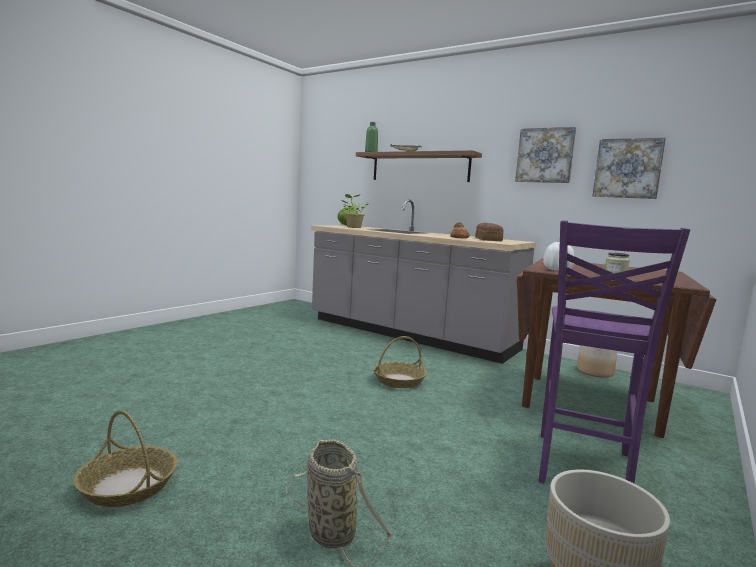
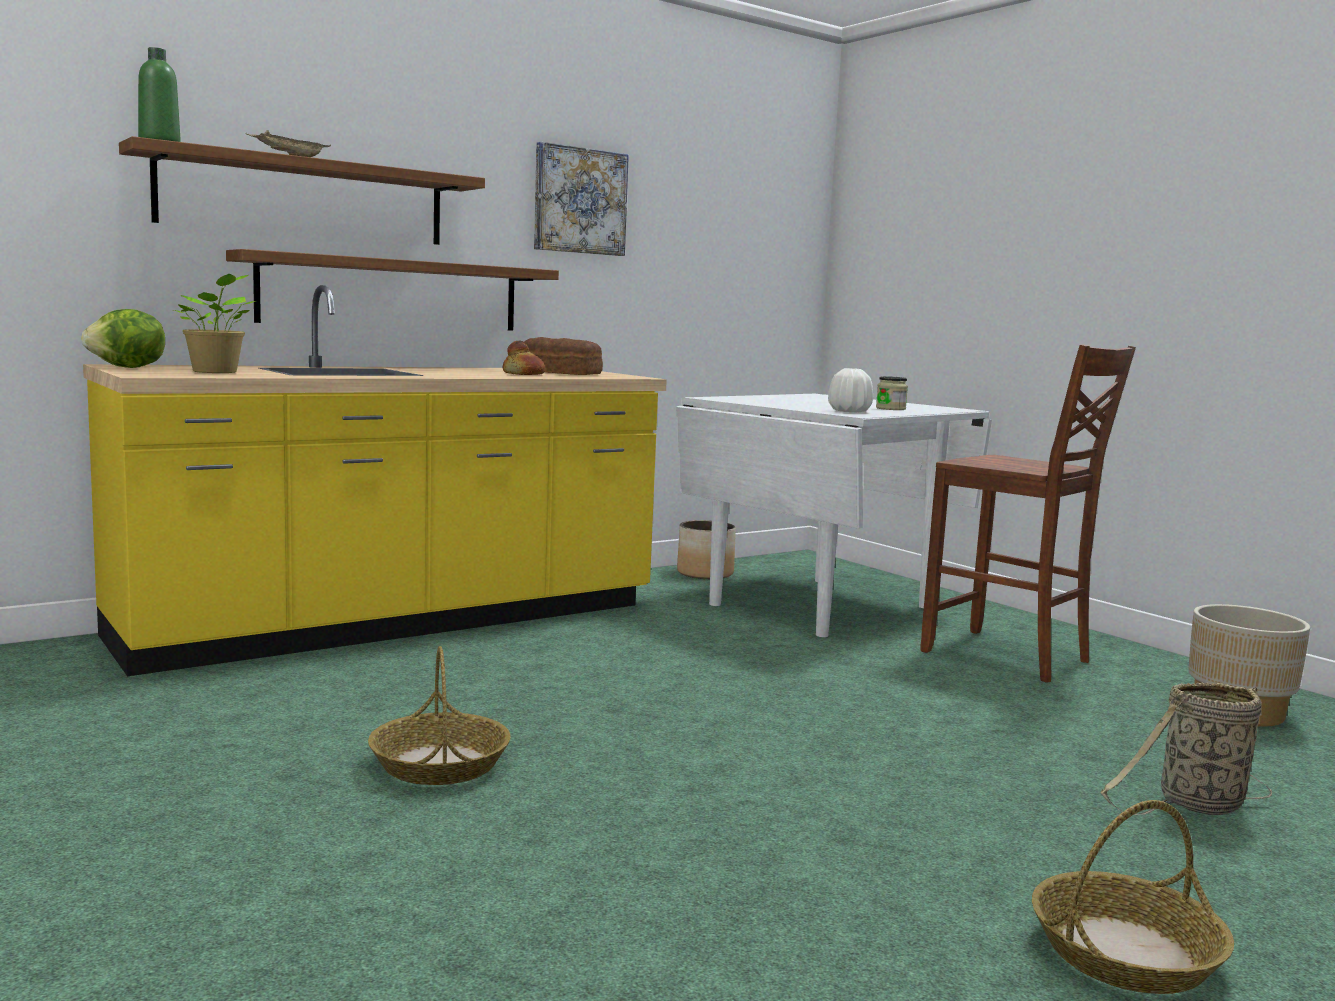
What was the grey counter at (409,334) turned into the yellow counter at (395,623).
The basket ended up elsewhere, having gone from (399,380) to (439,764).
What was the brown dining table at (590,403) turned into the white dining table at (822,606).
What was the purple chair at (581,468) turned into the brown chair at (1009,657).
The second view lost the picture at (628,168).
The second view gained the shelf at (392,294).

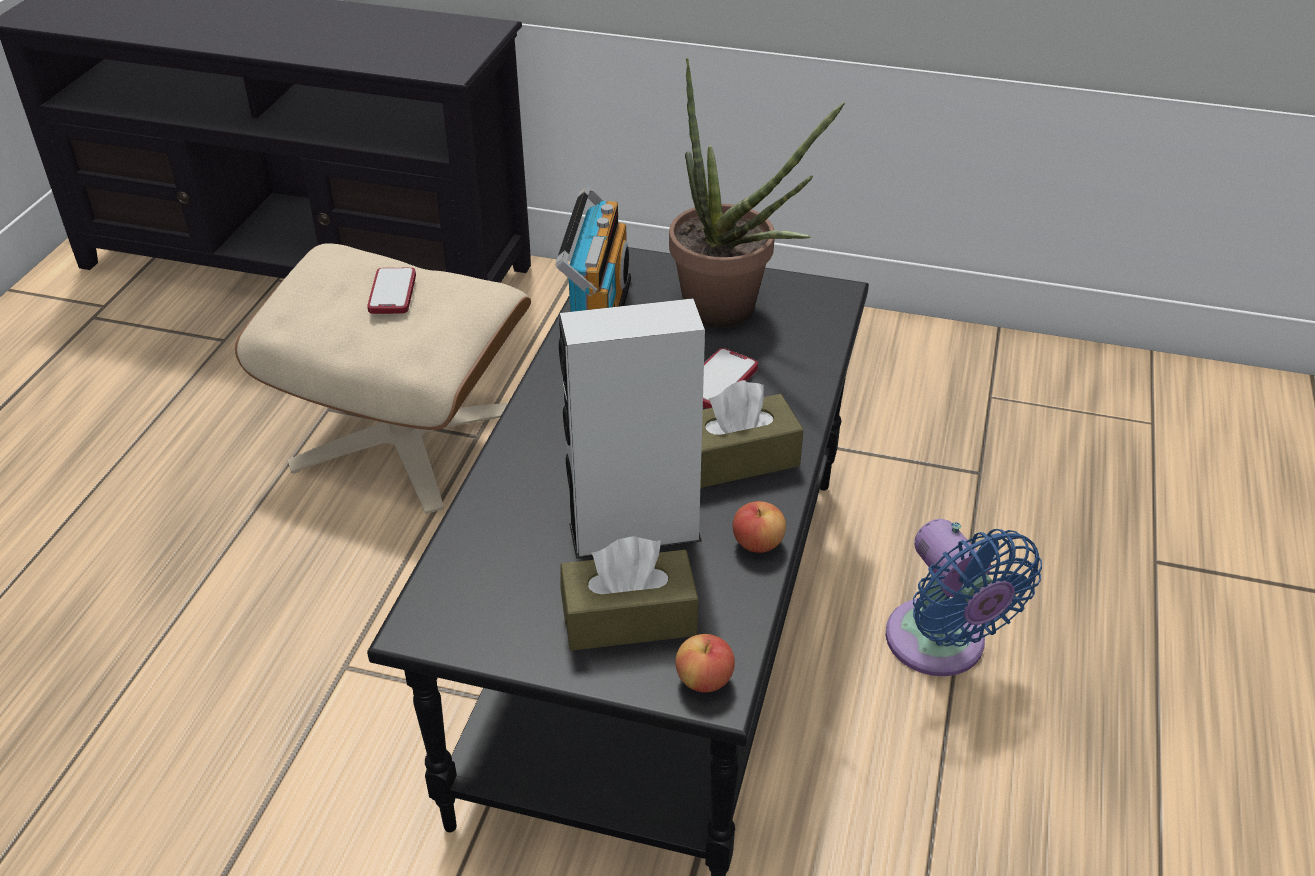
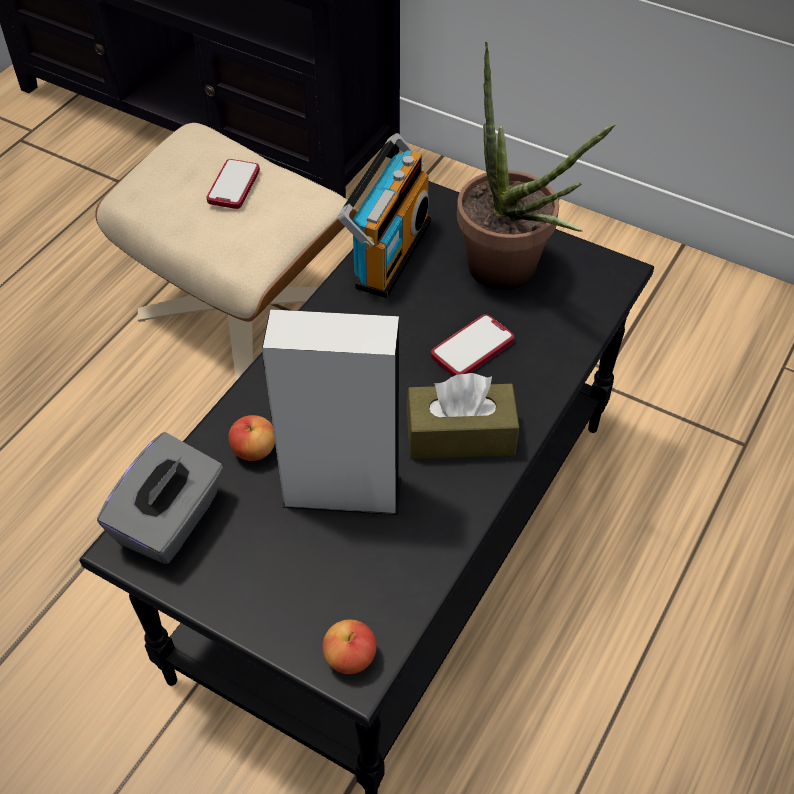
The second view lost the brown tissue box at (629,618).
The apple ended up elsewhere, having gone from (758,543) to (254,450).
The second view lost the blue fan at (941,646).
The second view gained the grey tissue box at (170,521).

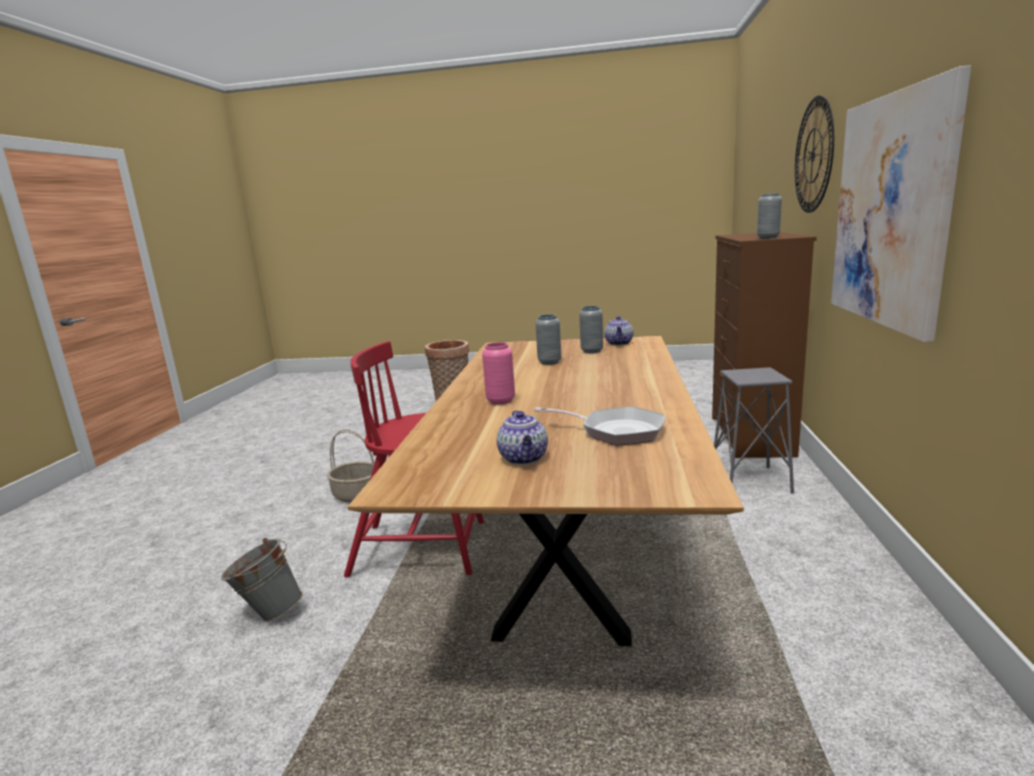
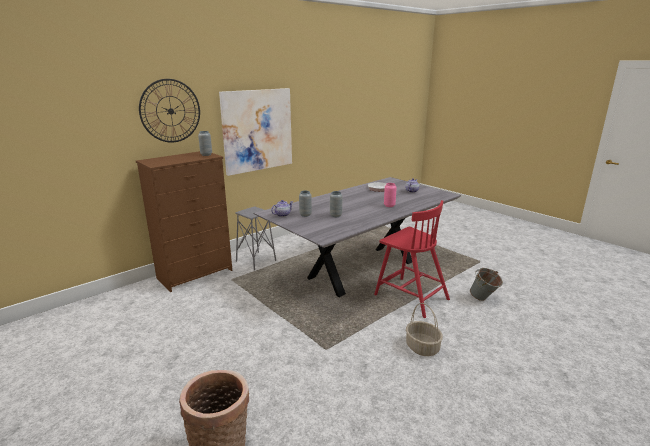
What was the brown dining table at (568,554) turned into the grey dining table at (361,270).

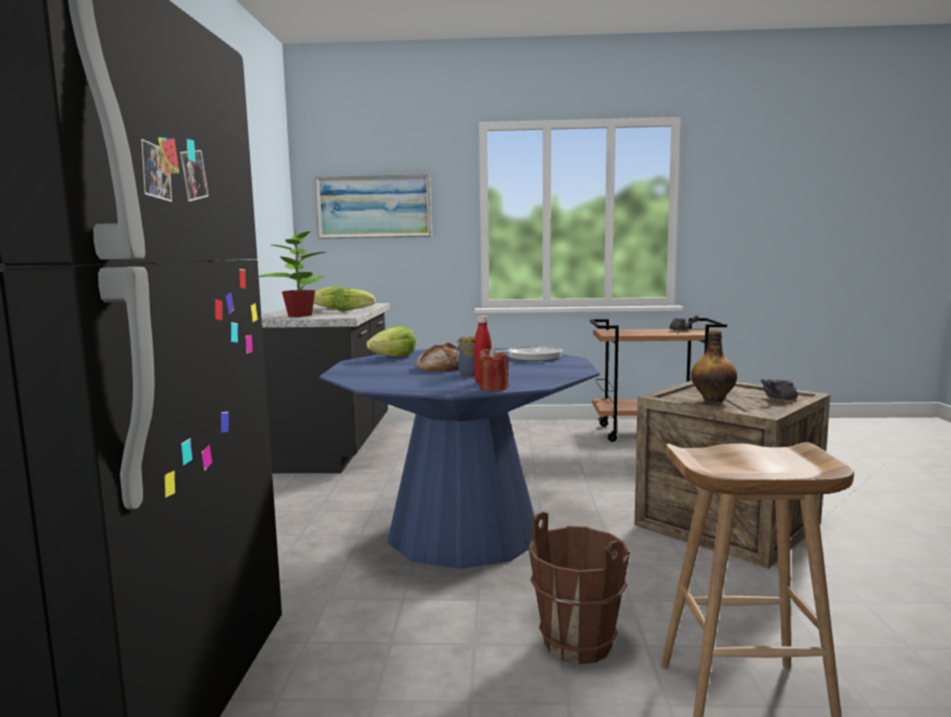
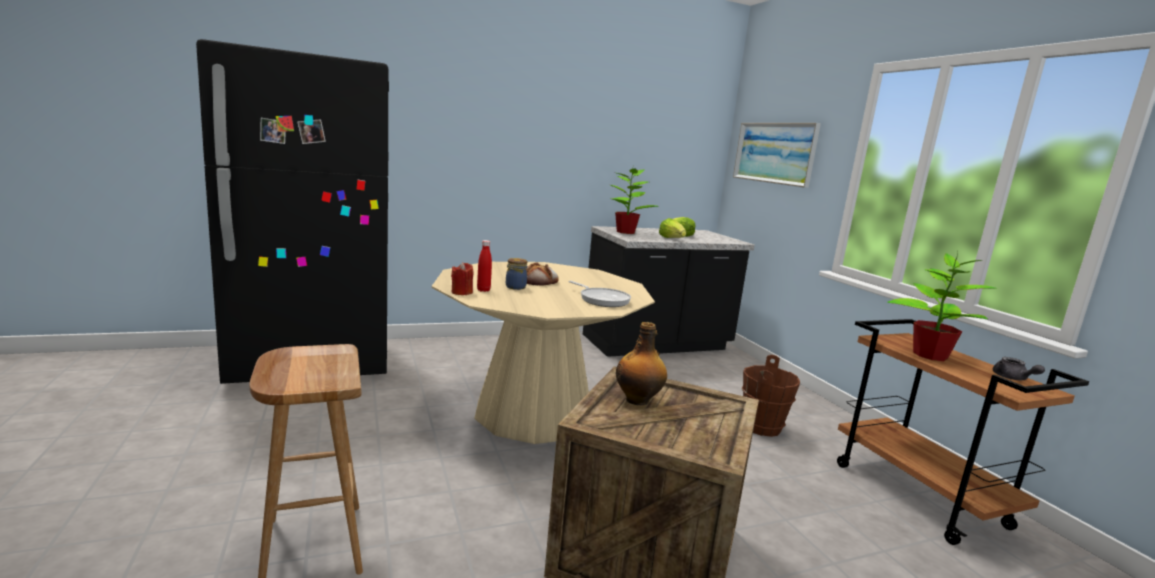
What was the blue dining table at (463,531) turned into the beige dining table at (534,412).
The second view lost the lettuce at (394,357).
The brown bucket ended up elsewhere, having gone from (578,643) to (762,427).
The second view lost the grey teapot at (778,399).
The second view gained the potted plant at (929,355).

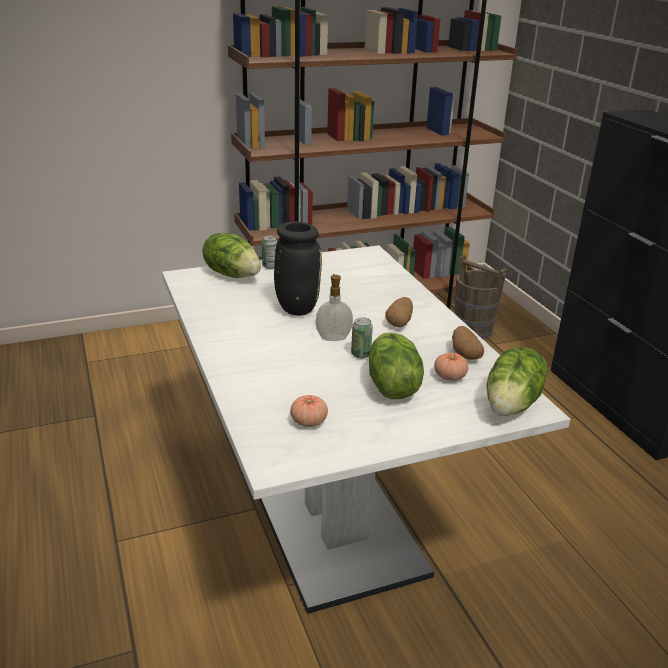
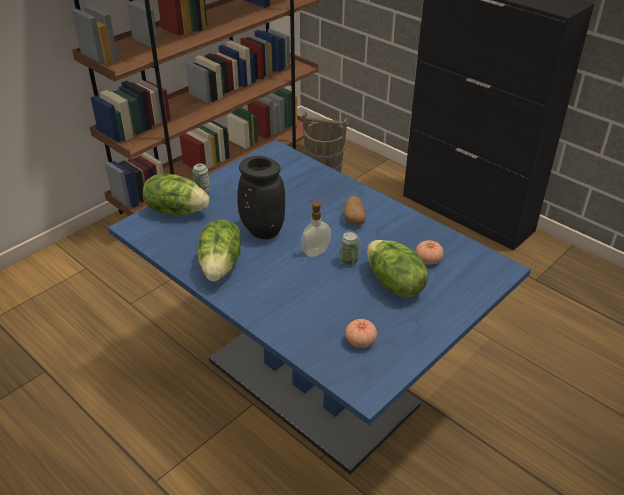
What was the white dining table at (328,511) turned into the blue dining table at (311,383).
The second view lost the potato at (464,354).
The lettuce ended up elsewhere, having gone from (512,404) to (221,265).

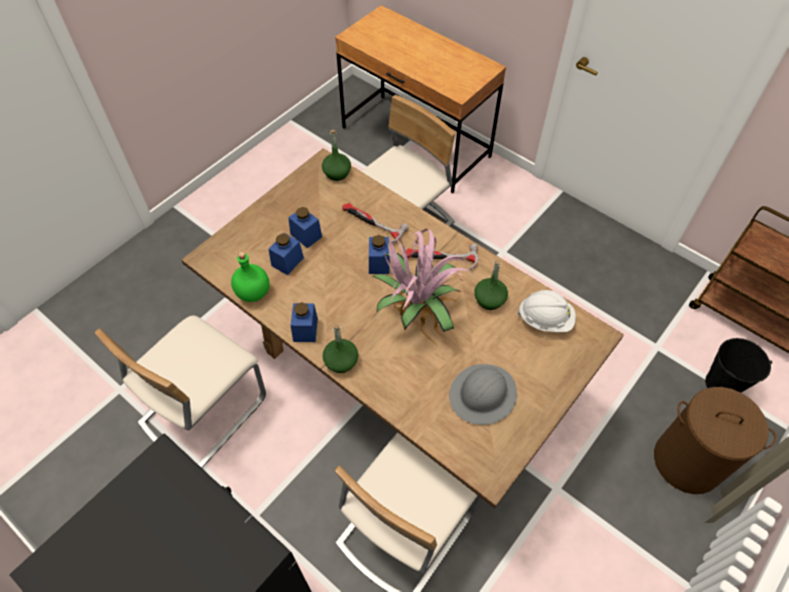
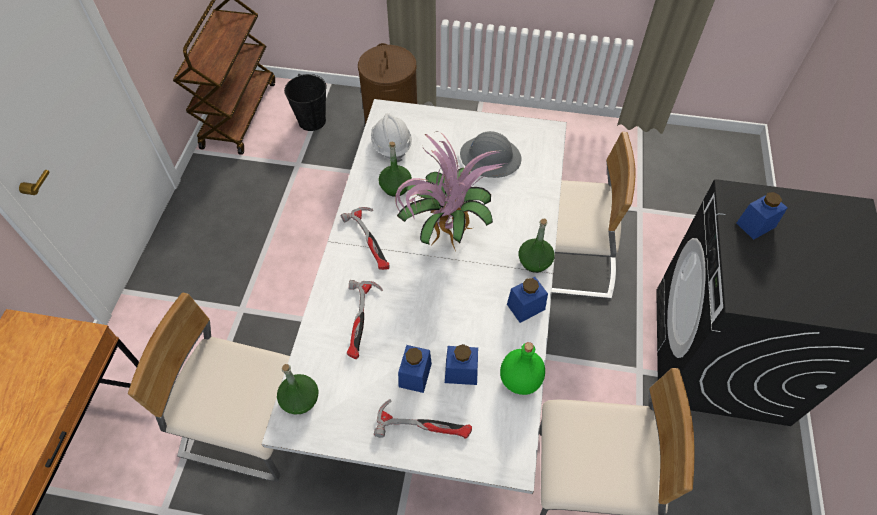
What was the brown dining table at (392,370) turned into the white dining table at (438,338).
The blue jar ended up elsewhere, having gone from (379,263) to (755,225).
The second view gained the hammer at (424,424).

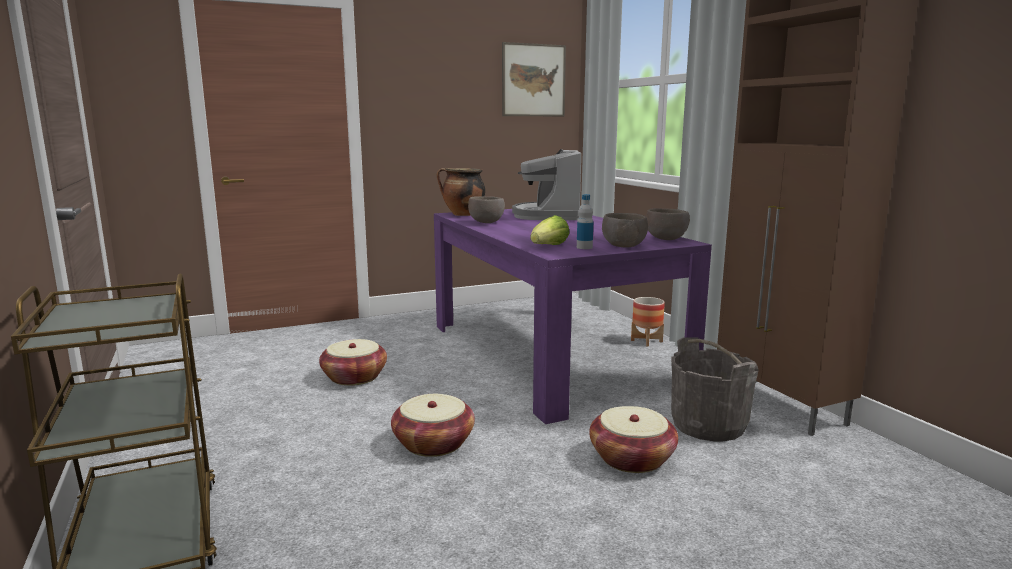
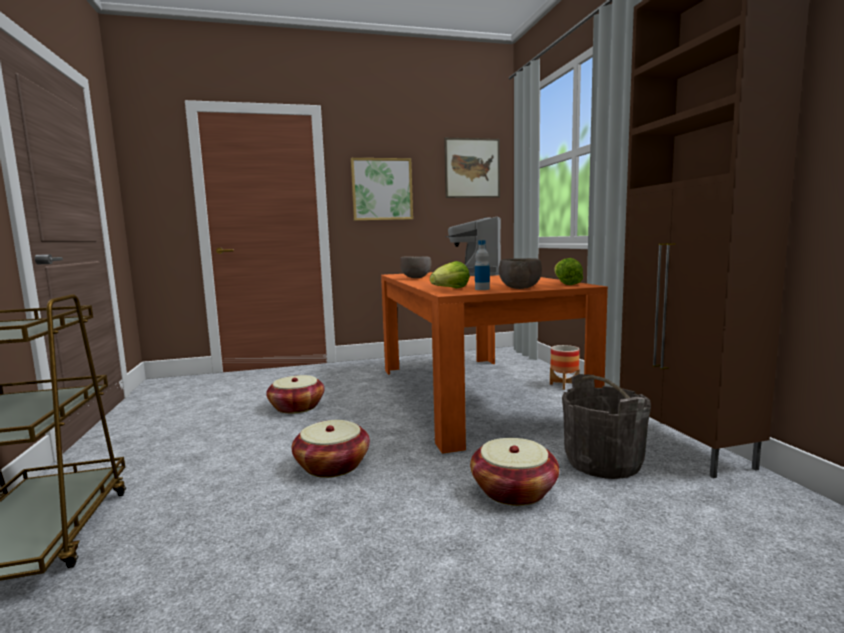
What was the purple dining table at (550,355) turned into the orange dining table at (472,394).
The second view lost the cooking pot at (462,215).
Where the brown bowl stood at (666,239), the lettuce came to stand at (565,284).
The second view gained the picture at (382,189).

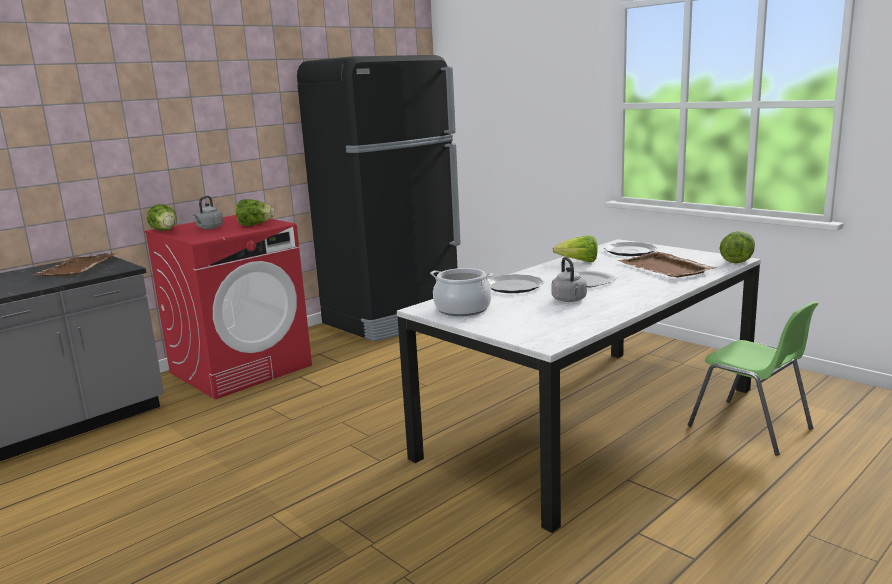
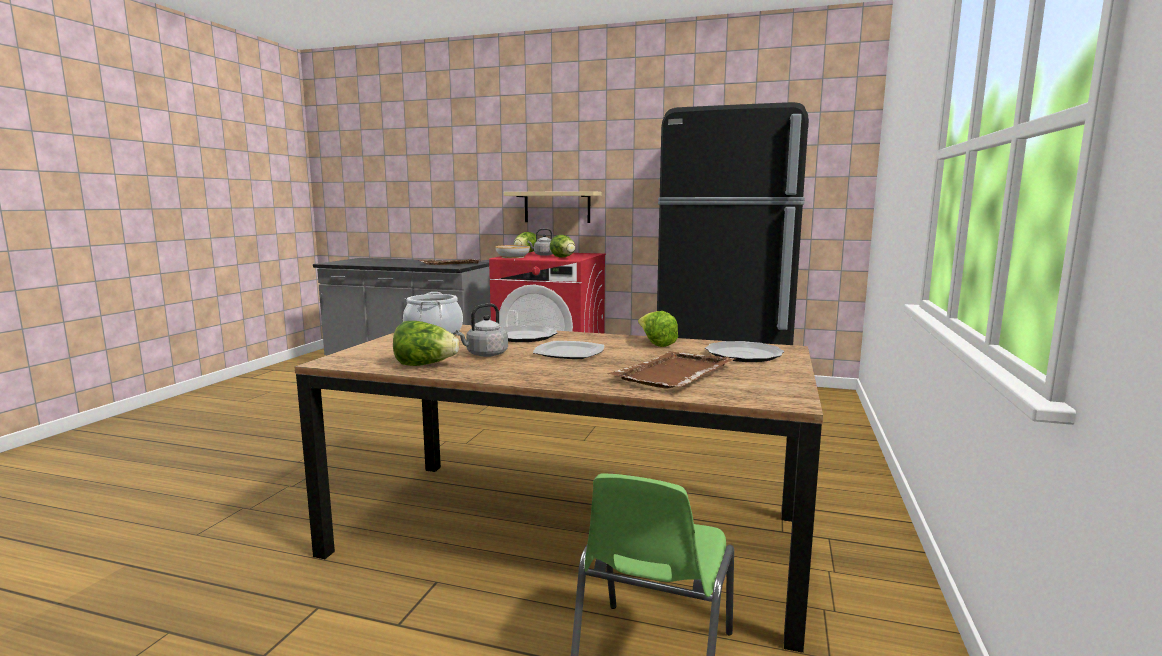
What was the white dining table at (591,423) turned into the brown dining table at (566,535).
The lettuce ended up elsewhere, having gone from (737,260) to (425,365).
The second view gained the bowl at (512,257).
The second view gained the beige shelf at (557,207).

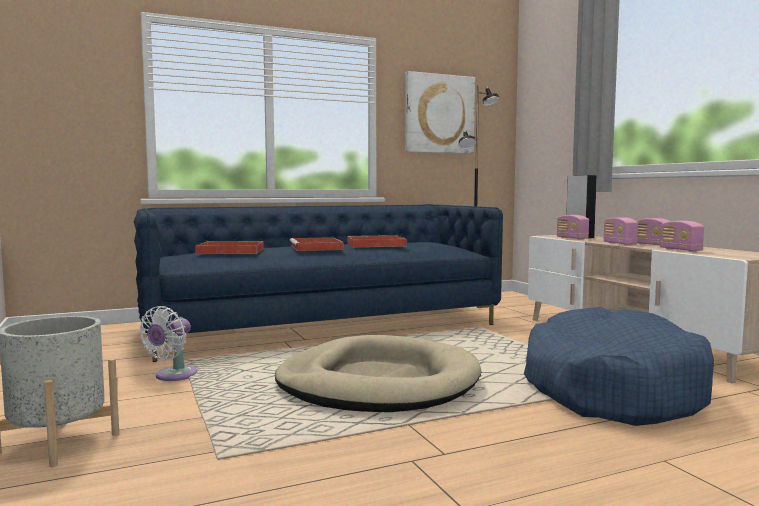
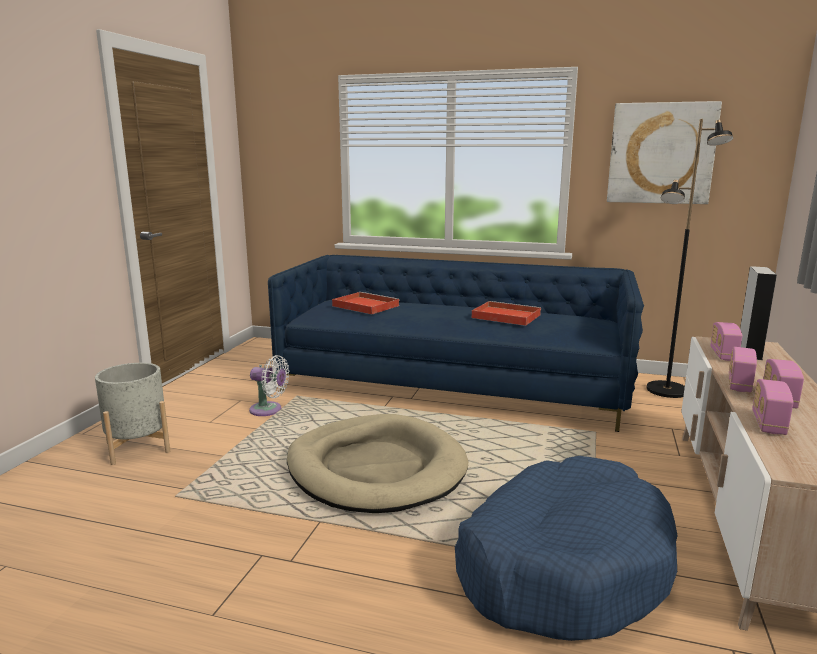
The white fan at (173,376) ended up facing another way, 135 degrees counterclockwise from before.
The second view lost the red tray at (316,247).

